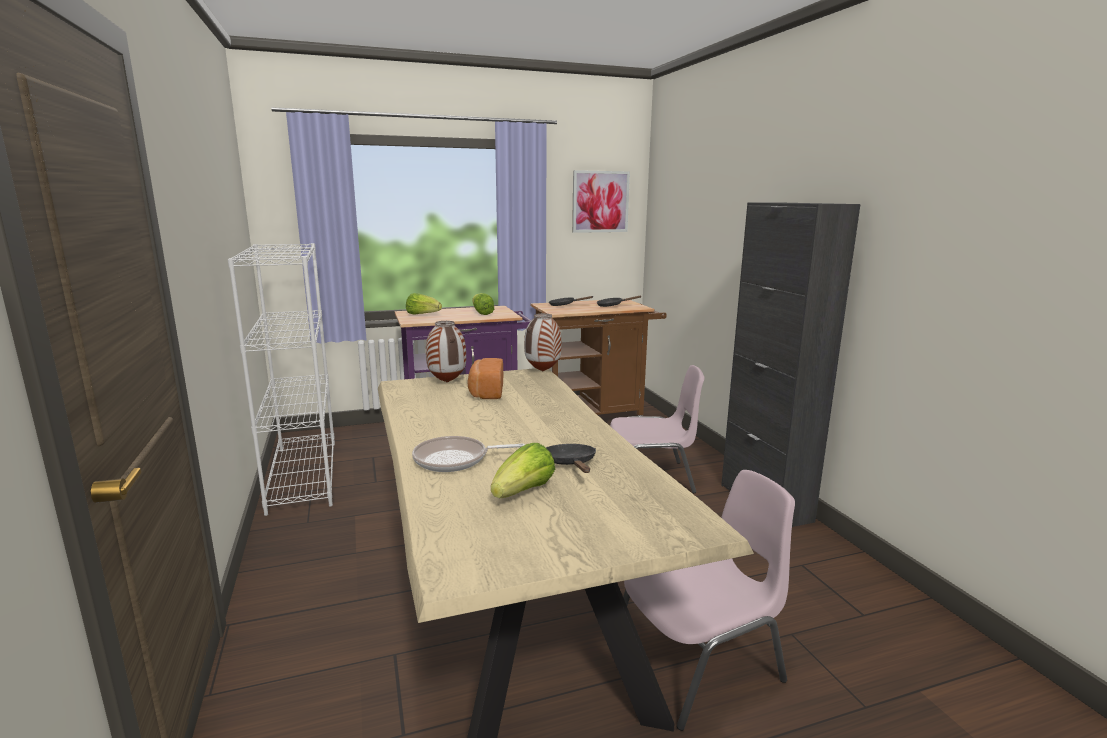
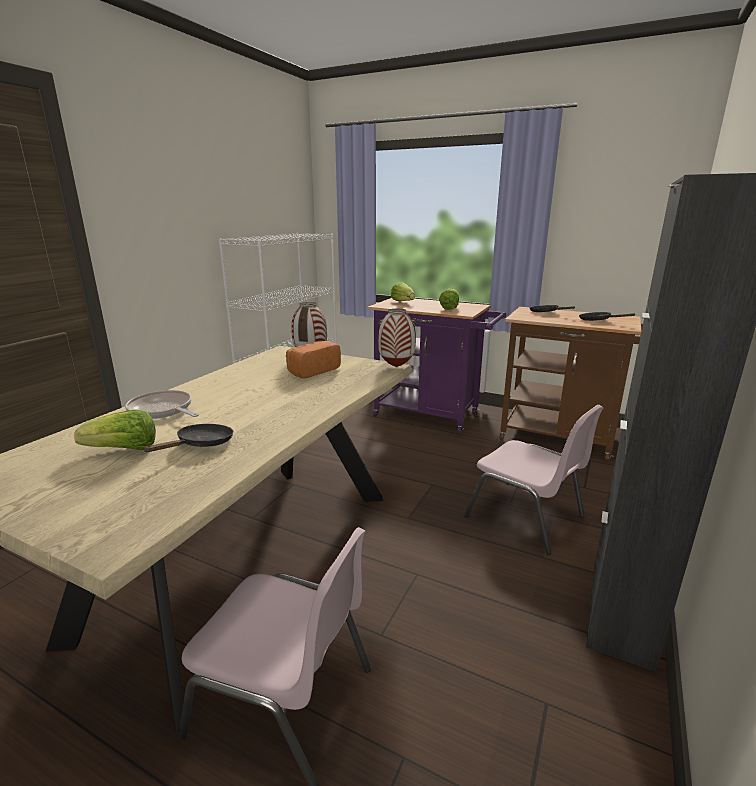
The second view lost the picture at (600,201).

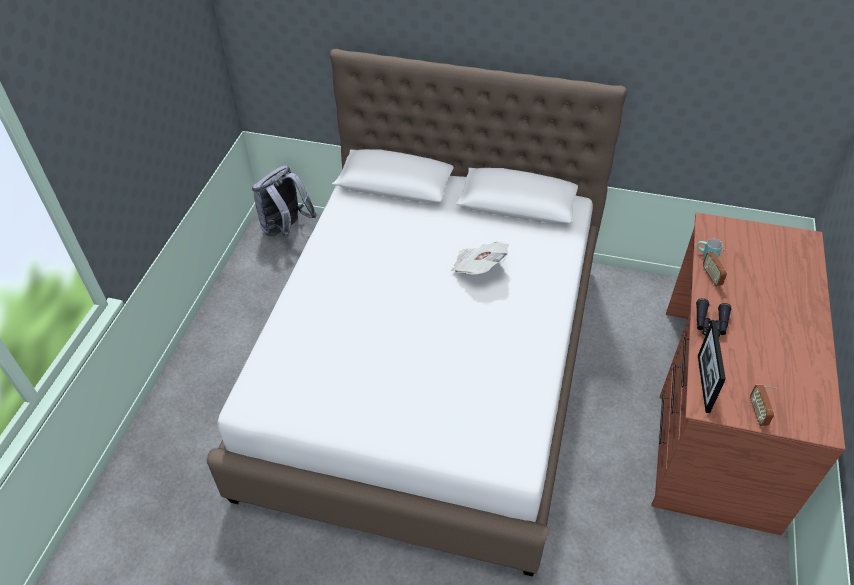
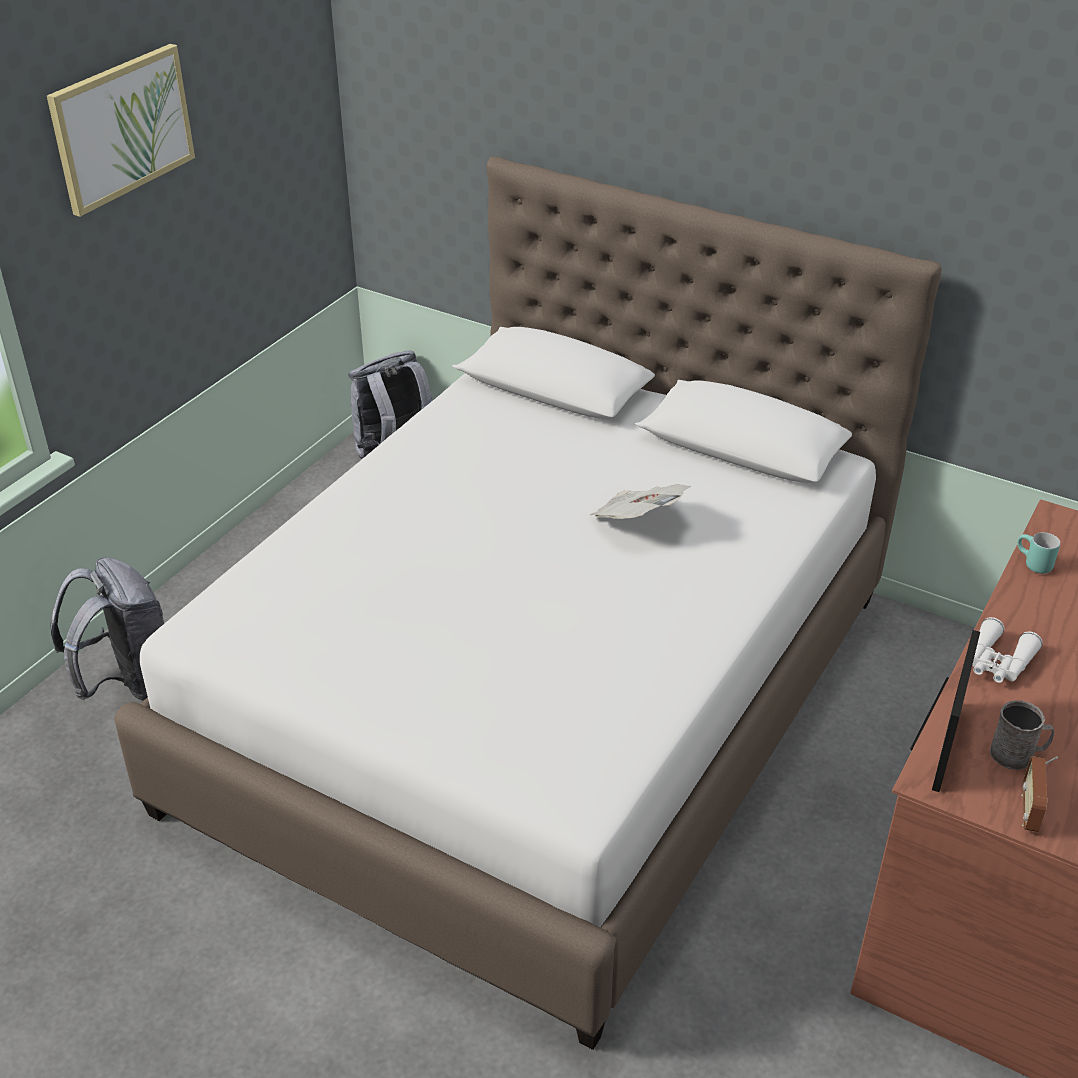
What was the black binoculars at (710,323) turned into the white binoculars at (997,662).
The second view lost the radio at (711,277).
The second view gained the picture at (122,127).
The second view gained the grey backpack at (128,683).
The second view gained the grey mug at (1017,755).

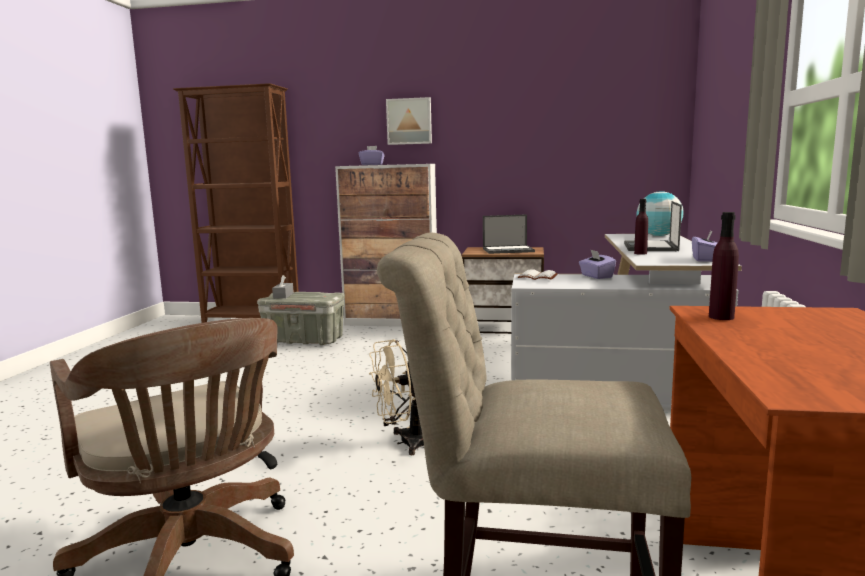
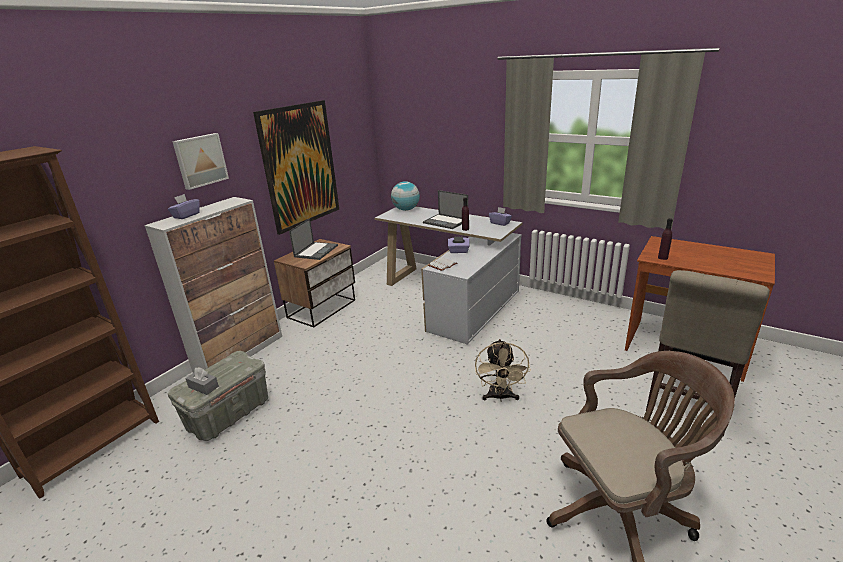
The second view gained the picture at (300,166).

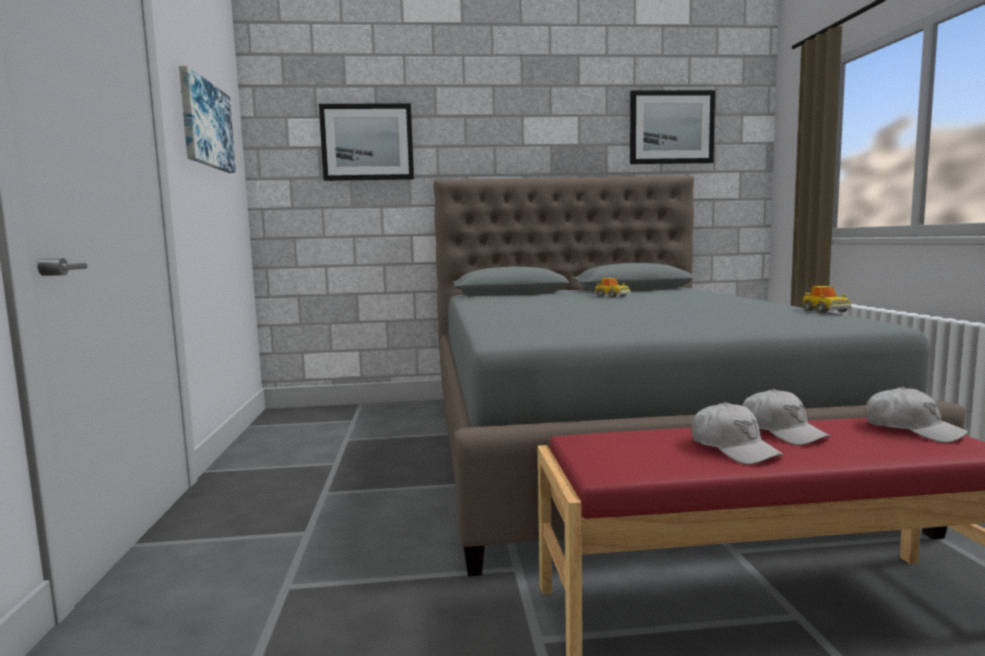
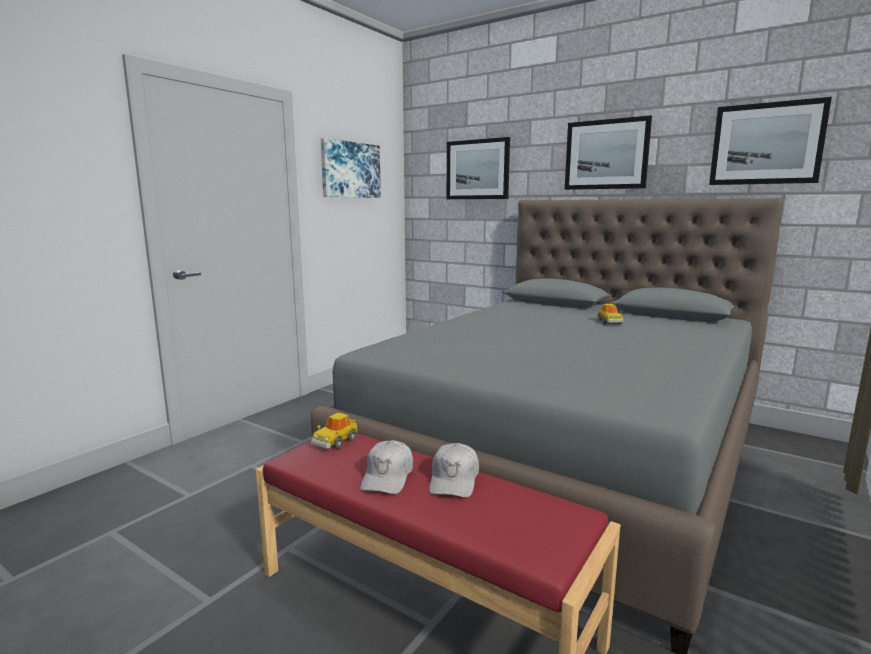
The toy car ended up elsewhere, having gone from (825,311) to (335,441).
The second view lost the white cap at (912,430).
The second view gained the picture at (606,154).

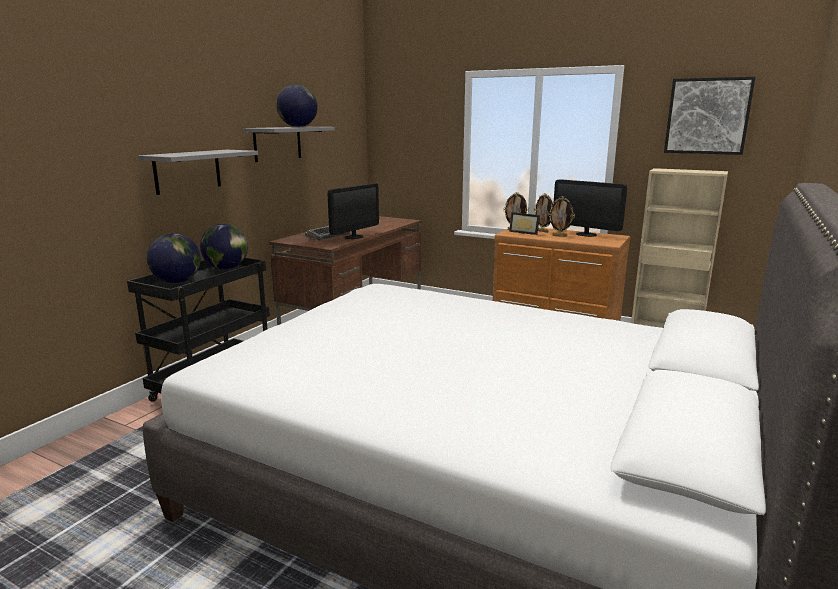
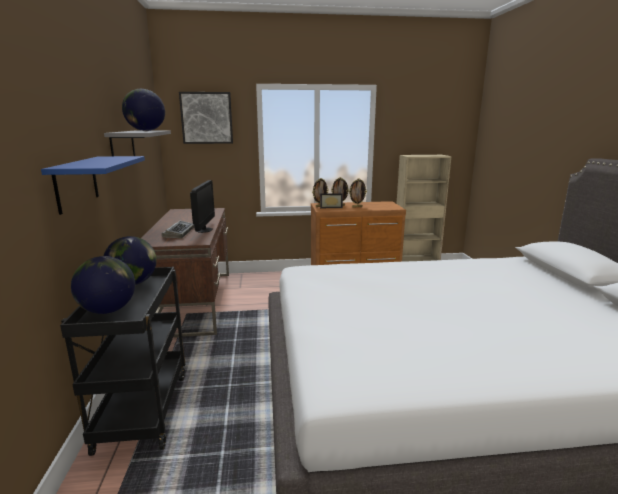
What was the grey shelf at (187,171) turned into the blue shelf at (76,183).
The second view lost the monitor at (586,234).
The picture ended up elsewhere, having gone from (707,116) to (206,118).

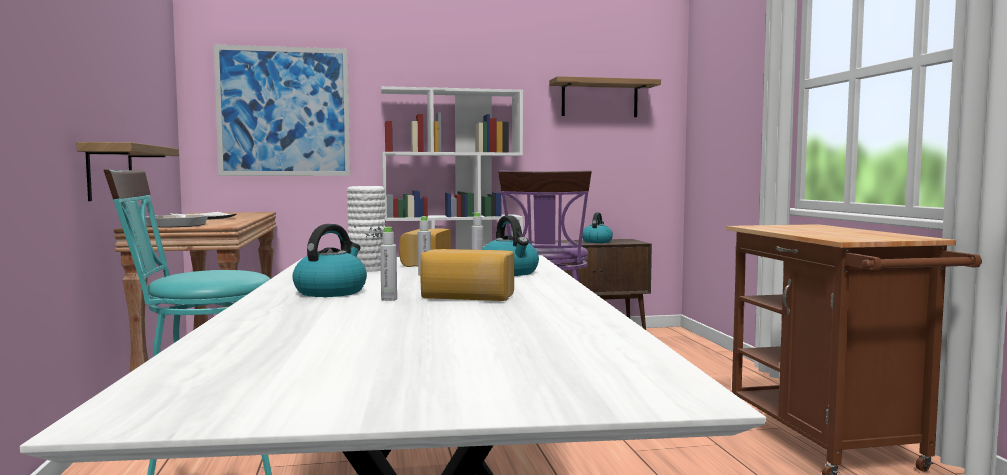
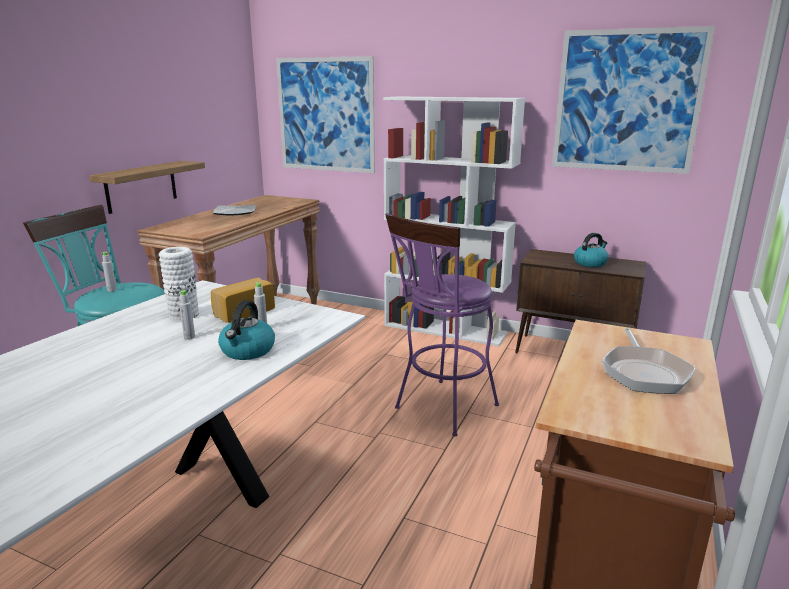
The frying pan ended up elsewhere, having gone from (176,225) to (644,372).
The second view lost the kettle at (331,292).
The grey bottle ended up elsewhere, having gone from (389,299) to (111,290).
The second view lost the bread at (467,297).
Where the shelf hung at (599,99), the picture came to hang at (626,102).

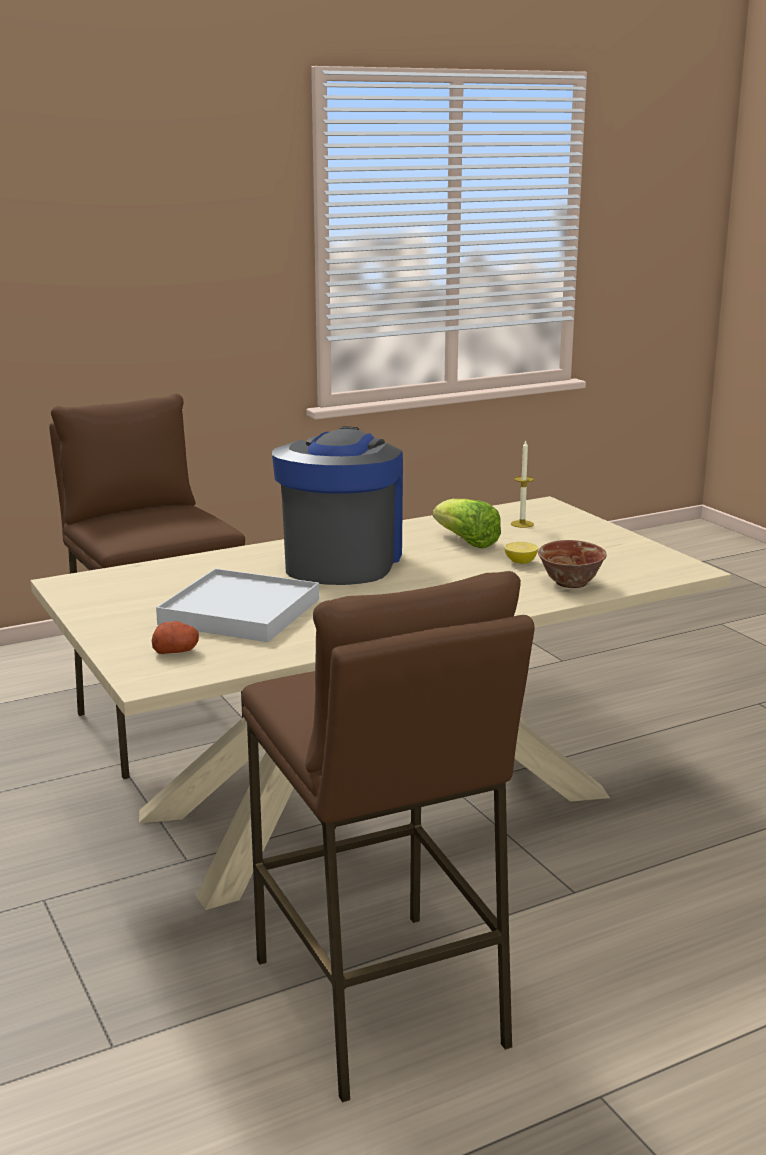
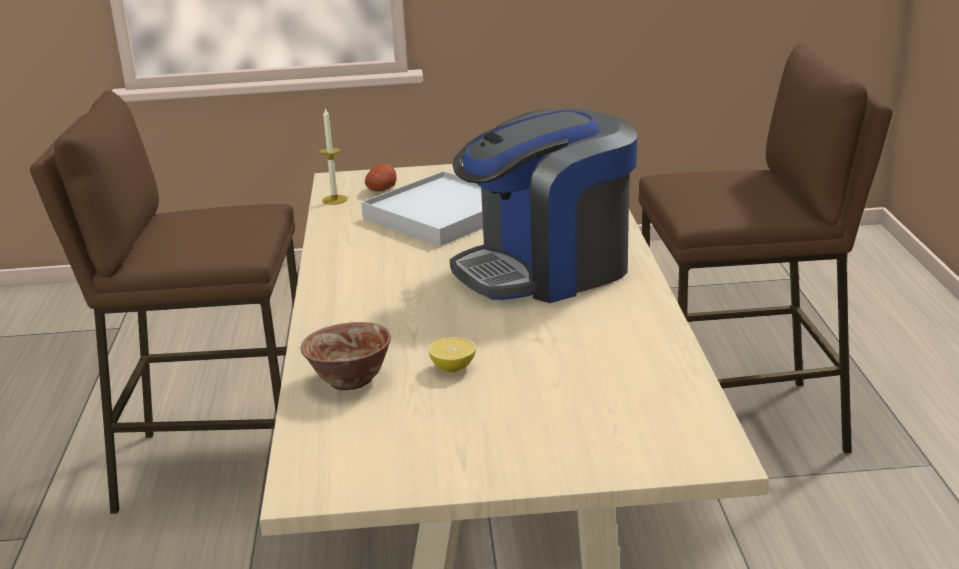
The coffee machine at (341,561) ended up facing another way, 120 degrees clockwise from before.
The second view lost the lettuce at (466,542).
The candle ended up elsewhere, having gone from (522,524) to (335,200).

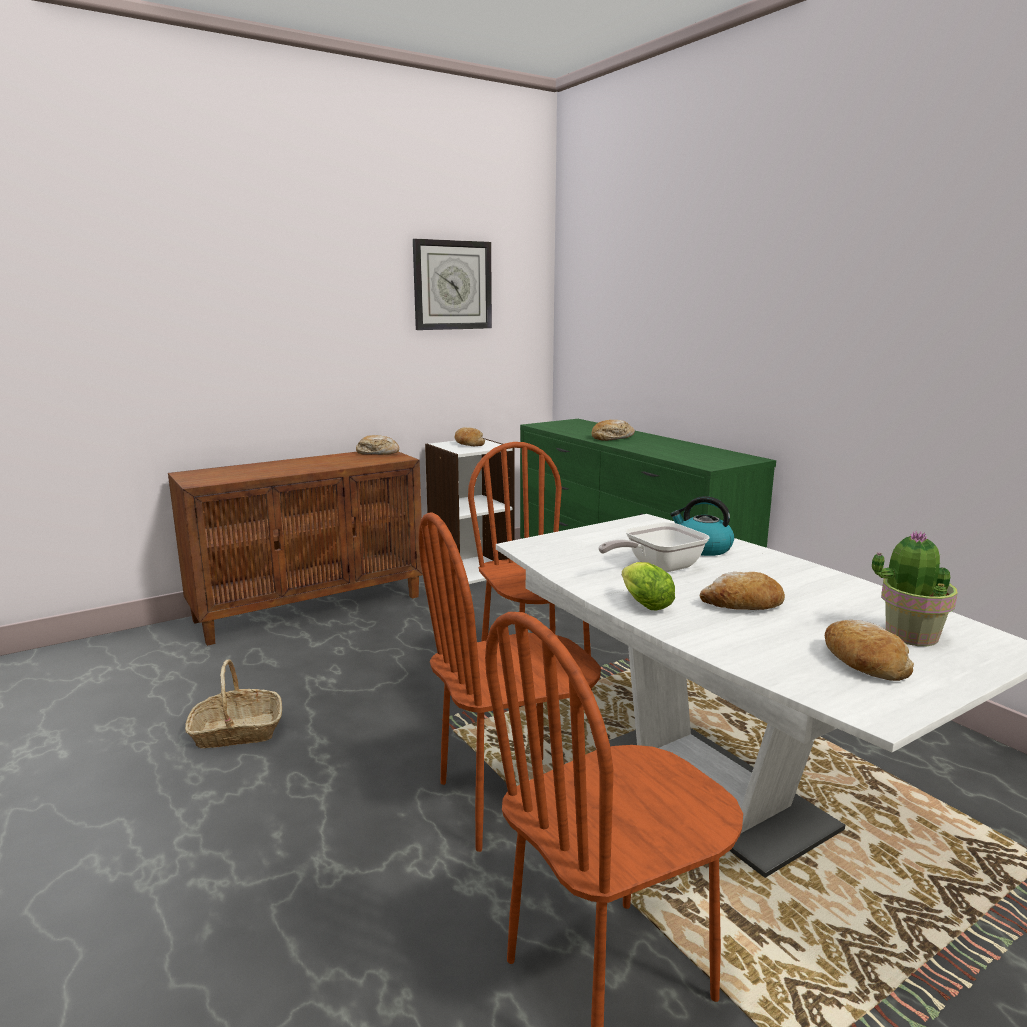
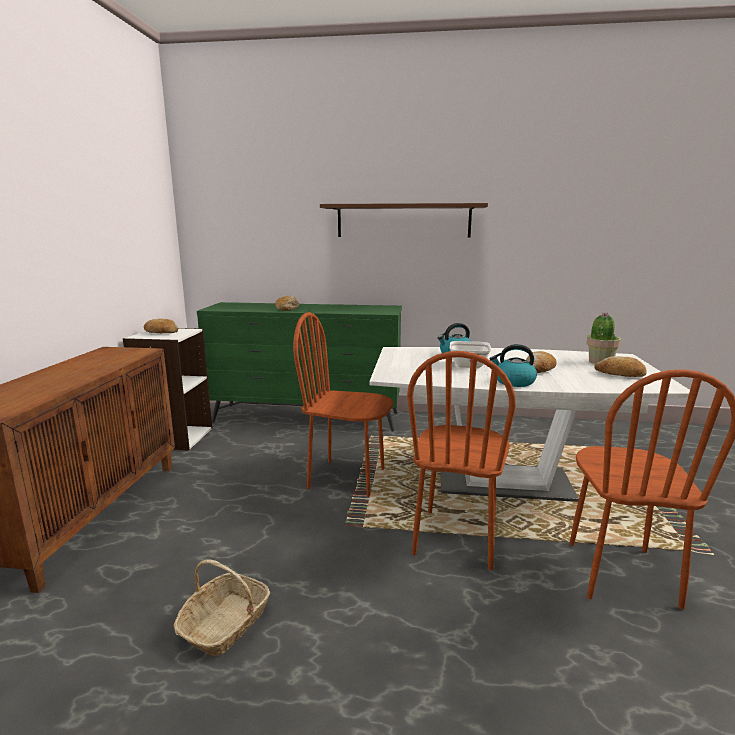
The second view lost the bread at (377,453).
The second view lost the wall clock at (452,285).
Where the lettuce stood at (643,603), the kettle came to stand at (513,382).
The second view gained the brown shelf at (403,221).

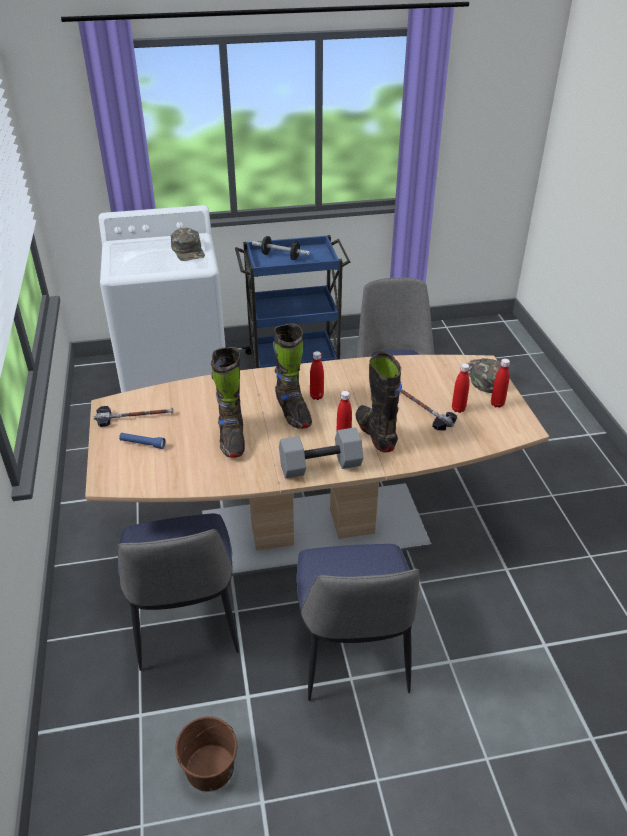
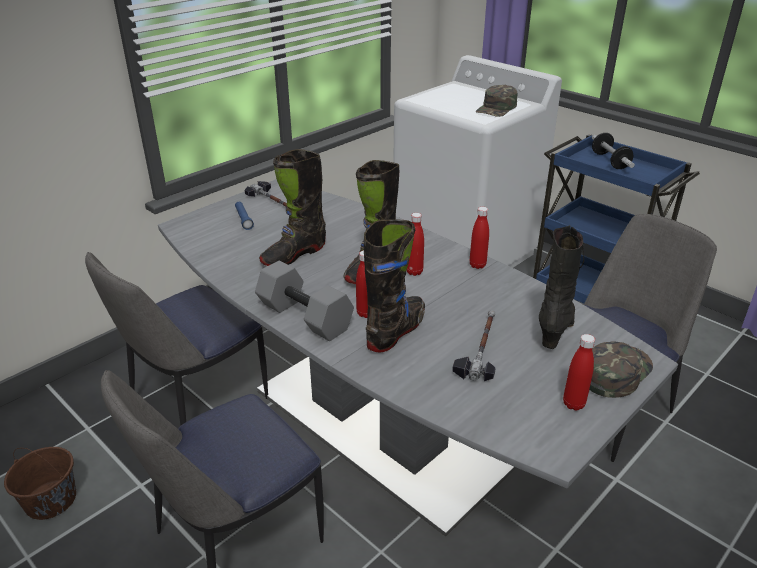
What was the brown dining table at (312,529) turned into the grey dining table at (377,426).
The red bottle ended up elsewhere, having gone from (458,409) to (477,265).
The second view gained the black boot at (555,327).

